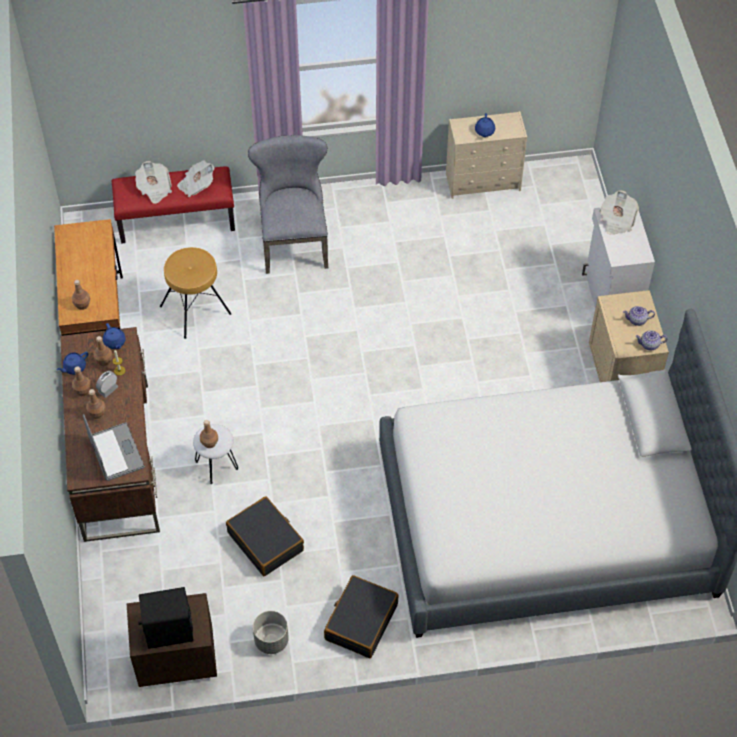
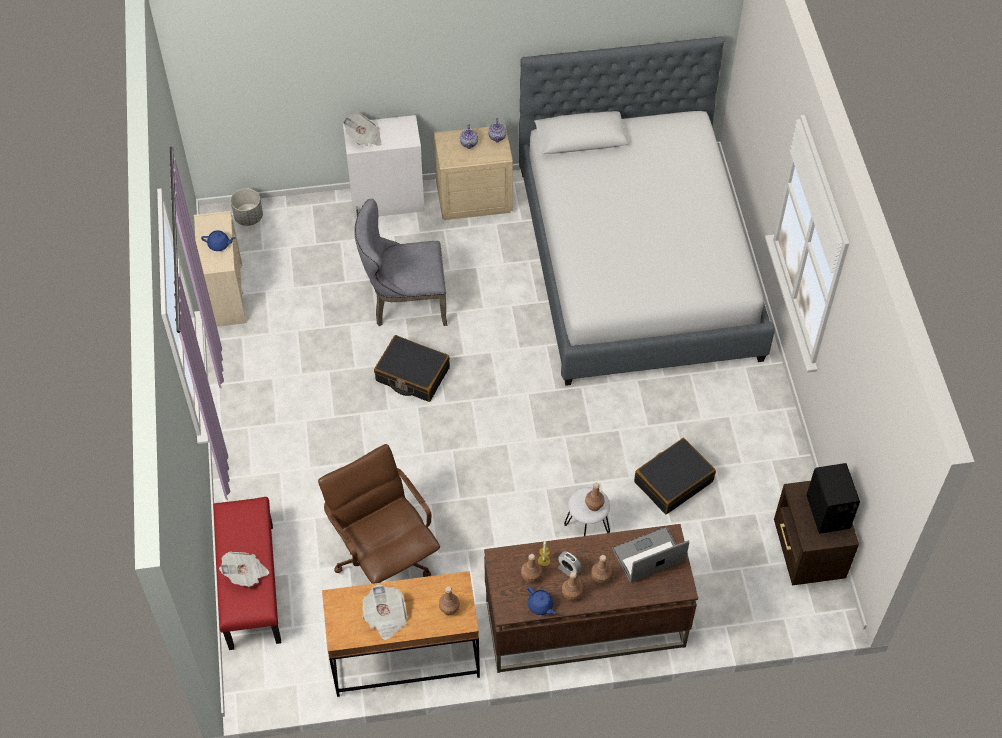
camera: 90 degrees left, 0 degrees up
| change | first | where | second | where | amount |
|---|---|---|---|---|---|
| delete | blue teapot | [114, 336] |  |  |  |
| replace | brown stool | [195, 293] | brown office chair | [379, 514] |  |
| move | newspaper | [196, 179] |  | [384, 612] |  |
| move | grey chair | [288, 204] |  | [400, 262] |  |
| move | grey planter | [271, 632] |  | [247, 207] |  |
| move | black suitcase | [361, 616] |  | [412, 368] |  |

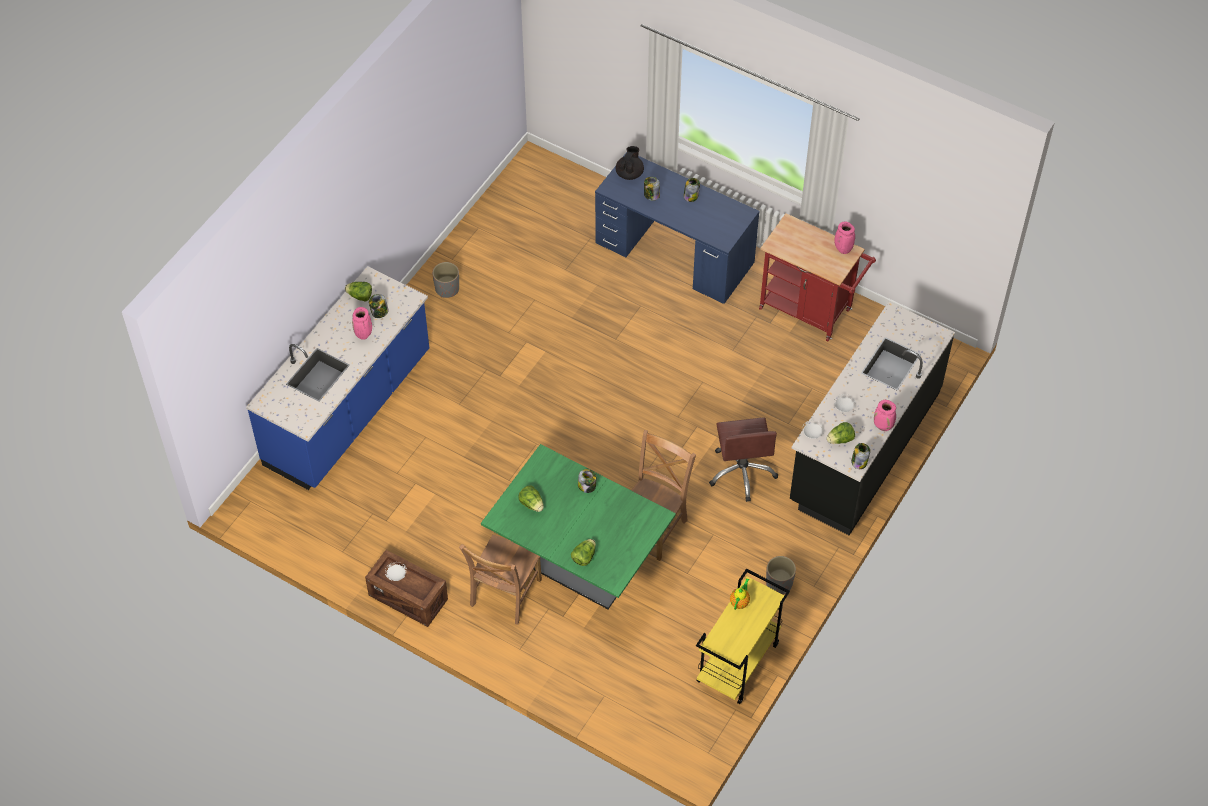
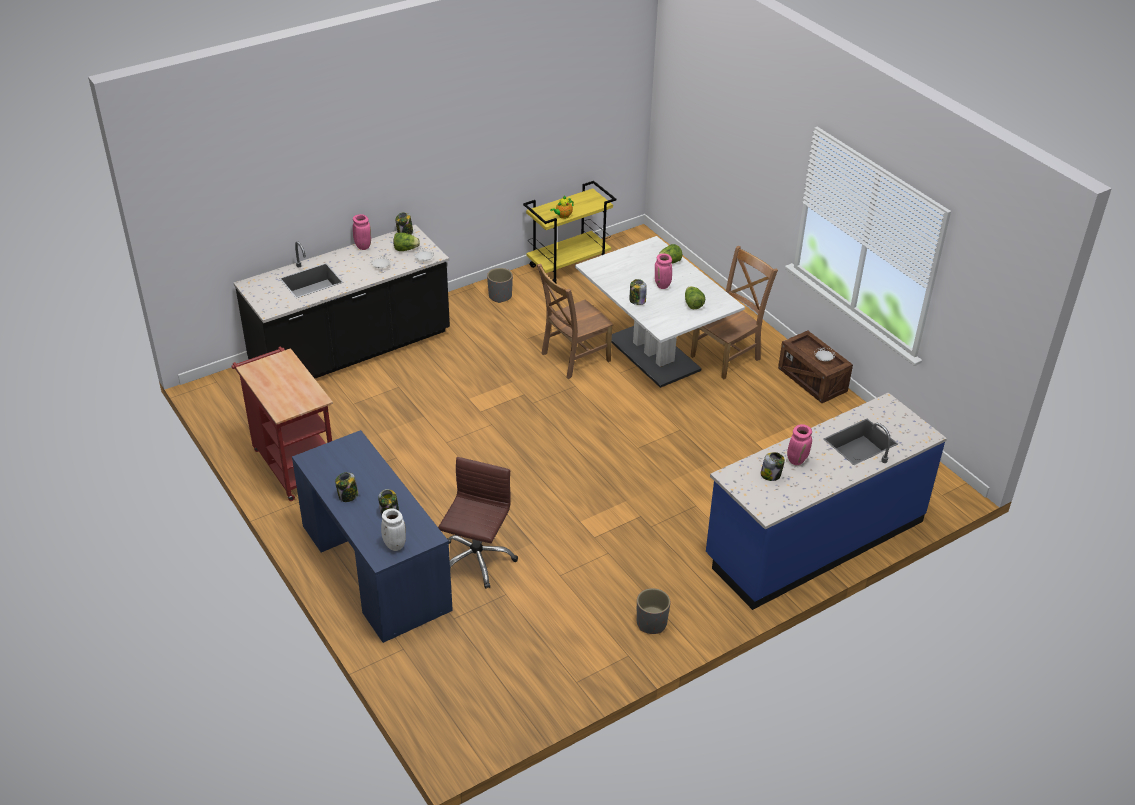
camera: 155 degrees left, 15 degrees down
| change | first | where | second | where | amount |
|---|---|---|---|---|---|
| delete | lettuce | [358, 292] |  |  |  |
| recolor | green dining table | [578, 526] | white dining table | [660, 312] |  |
| replace | black teapot | [630, 163] | white vase | [393, 529] |  |
| move | brown office chair | [743, 459] |  | [478, 523] |  |
| move | pink vase | [844, 238] |  | [663, 271] |  |

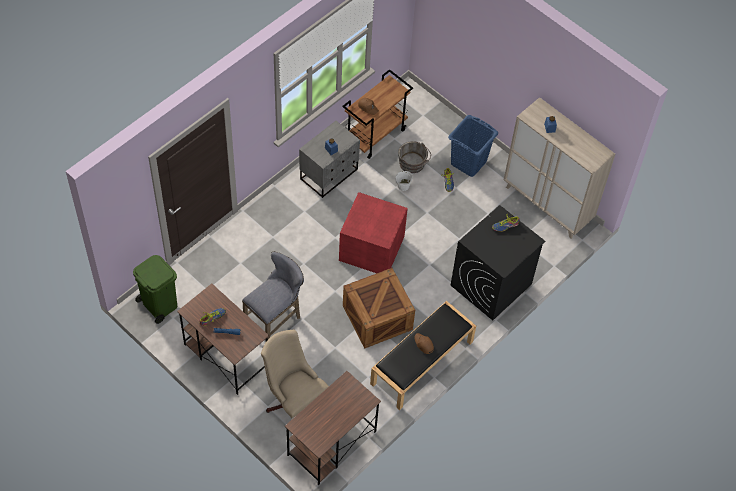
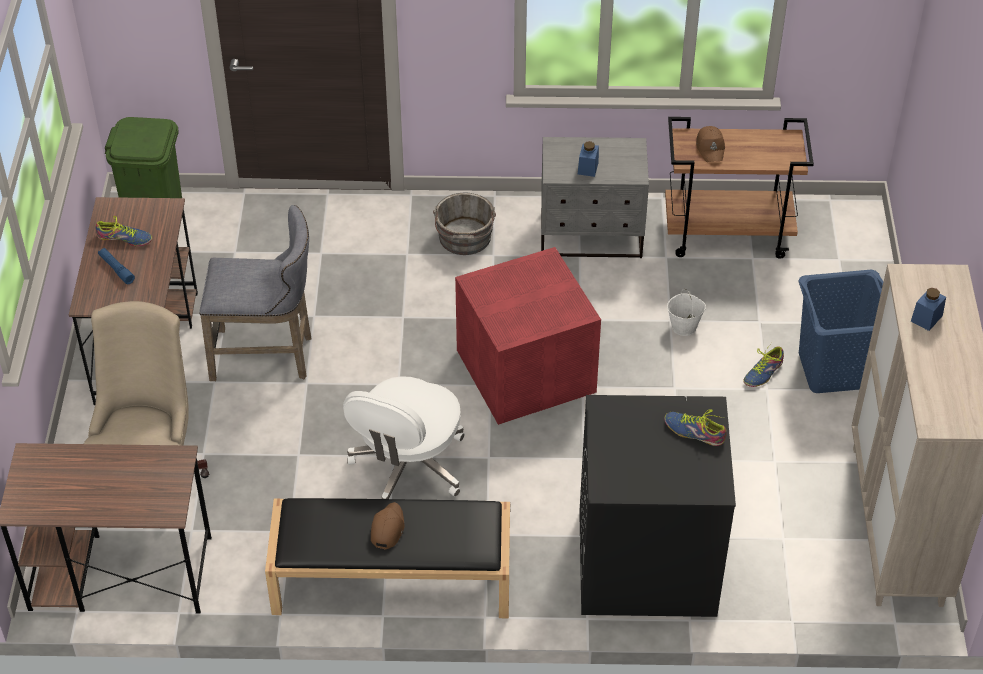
camera: 50 degrees right, 10 degrees down
| change | first | where | second | where | amount |
|---|---|---|---|---|---|
| replace | crate | [379, 308] | white office chair | [404, 437] |  |
| move | grey bucket | [414, 157] |  | [464, 224] |  |

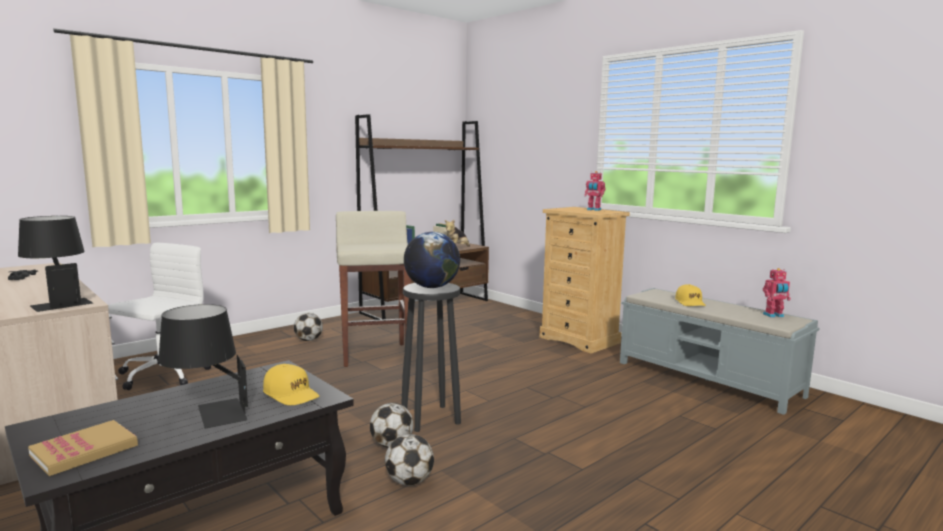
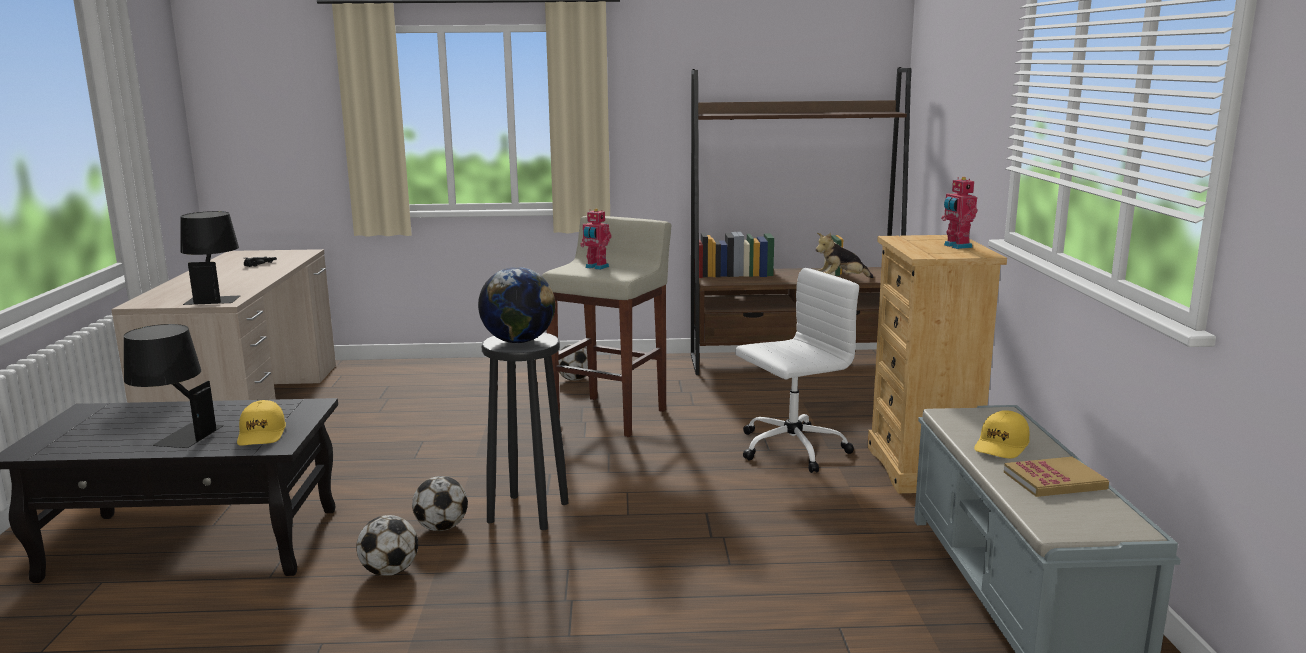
camera: 40 degrees right, 5 degrees up
| change | first | where | second | where | amount |
|---|---|---|---|---|---|
| move | book | [83, 448] |  | [1056, 477] |  |
| move | white office chair | [159, 316] |  | [797, 370] |  |
| move | toy robot | [777, 293] |  | [595, 239] |  |

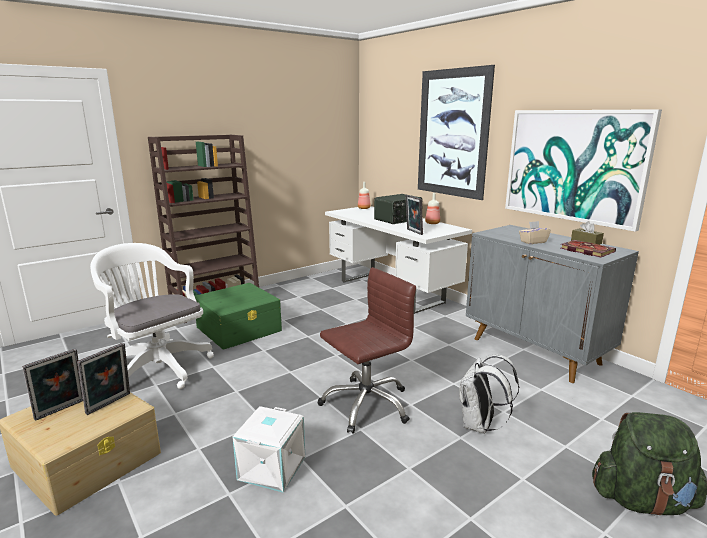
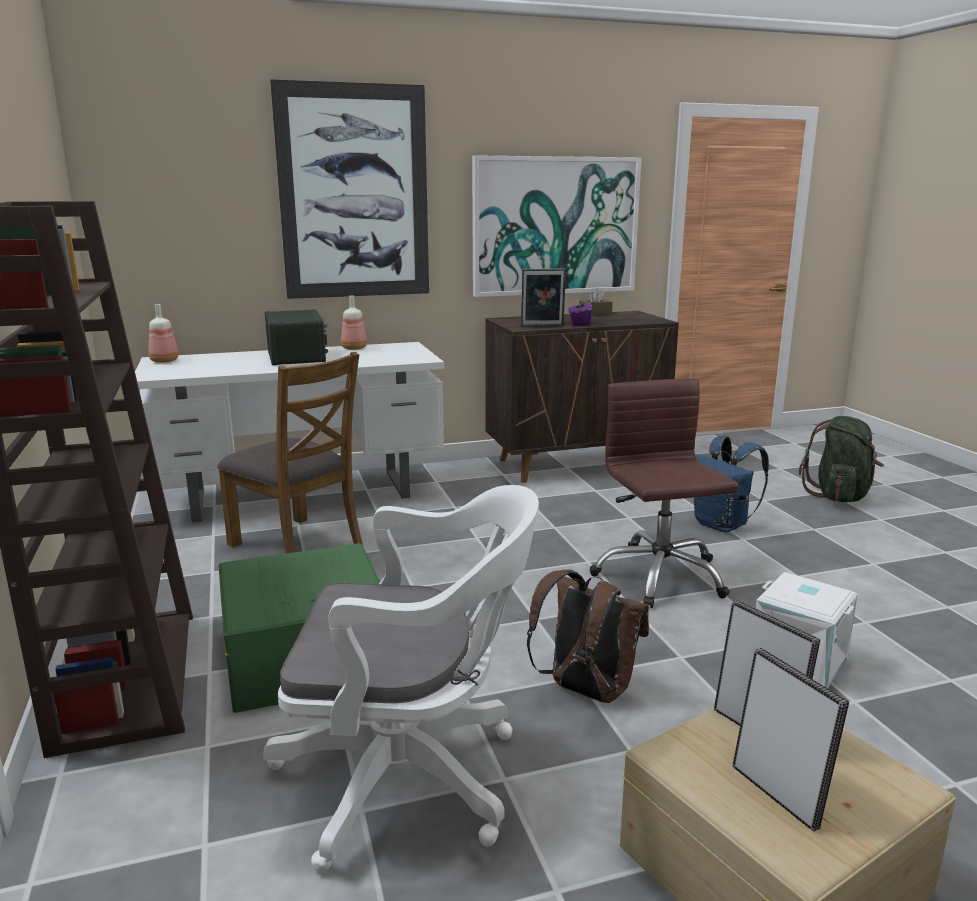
camera: 70 degrees left, 0 degrees up
| change | first | where | second | where | amount |
|---|---|---|---|---|---|
| rotate | white office chair | [152, 316] |  | [401, 678] | 150 degrees counterclockwise |
| move | picture frame | [414, 215] |  | [543, 297] |  |
| recolor | white backpack | [489, 394] | blue backpack | [731, 484] |  |
| recolor | grey cabinet | [552, 304] | brown cabinet | [582, 397] |  |
| recolor | beige tissue box | [535, 232] | purple tissue box | [580, 311] |  |
| delete | book | [588, 248] |  |  |  |
| insert |  |  | brown chair | [290, 452] |  |
| insert |  |  | brown backpack | [588, 636] |  |

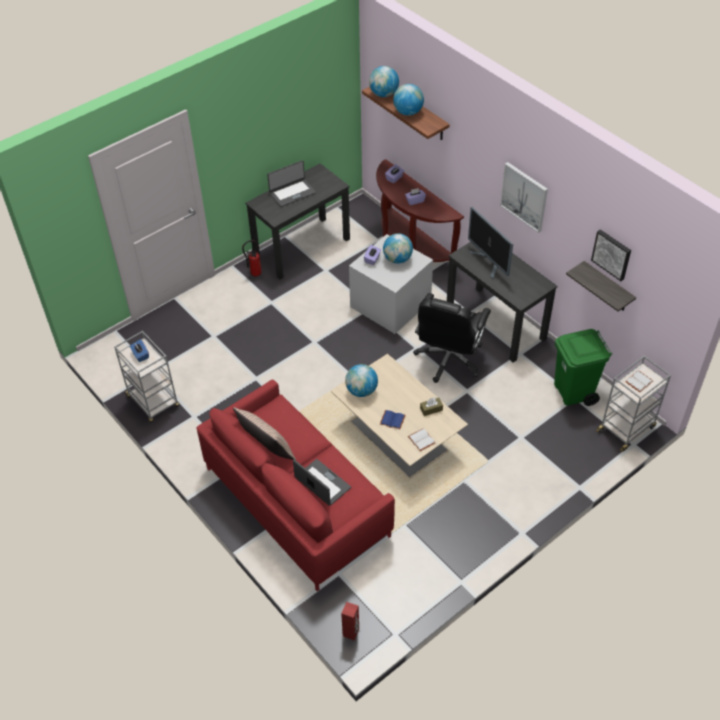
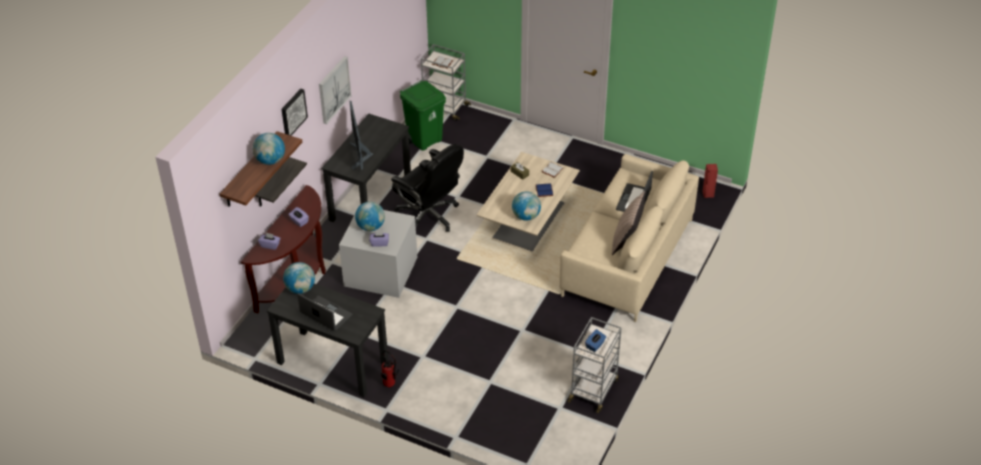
camera: 115 degrees left, 5 degrees down
| change | first | where | second | where | amount |
|---|---|---|---|---|---|
| recolor | red sofa | [295, 485] | beige sofa | [629, 238] |  |
| move | globe | [384, 81] |  | [299, 278] |  |
| rotate | black office chair | [452, 338] |  | [427, 188] | 45 degrees clockwise |
| rotate | monitor | [490, 243] |  | [361, 135] | 135 degrees clockwise |
| move | shelf | [601, 286] |  | [281, 181] |  |
| move | picture | [611, 255] |  | [294, 112] |  |

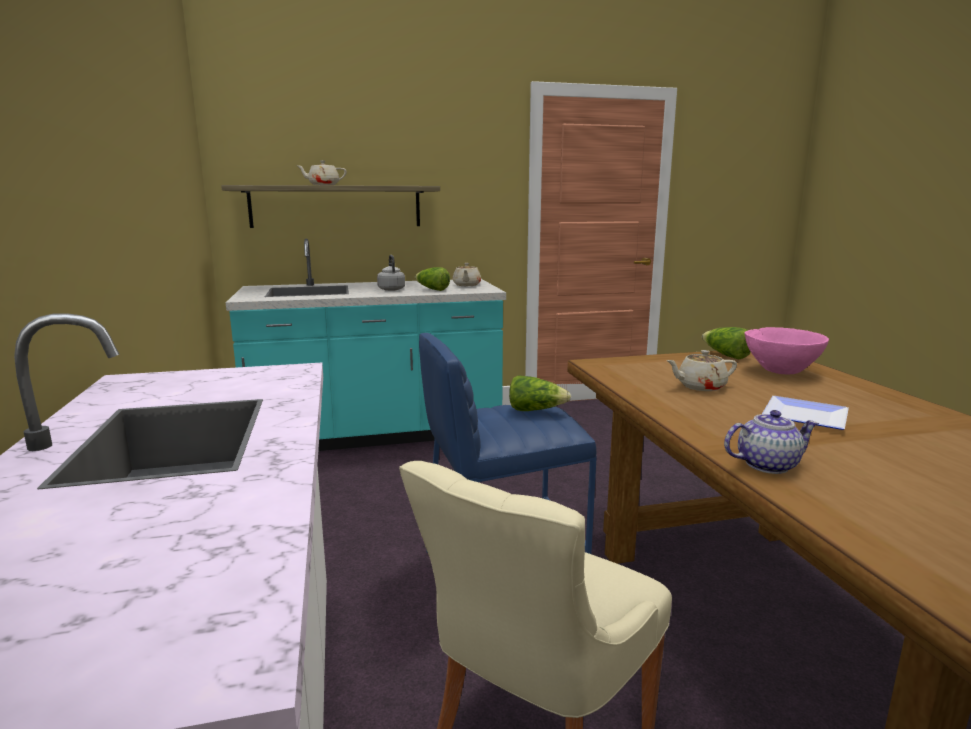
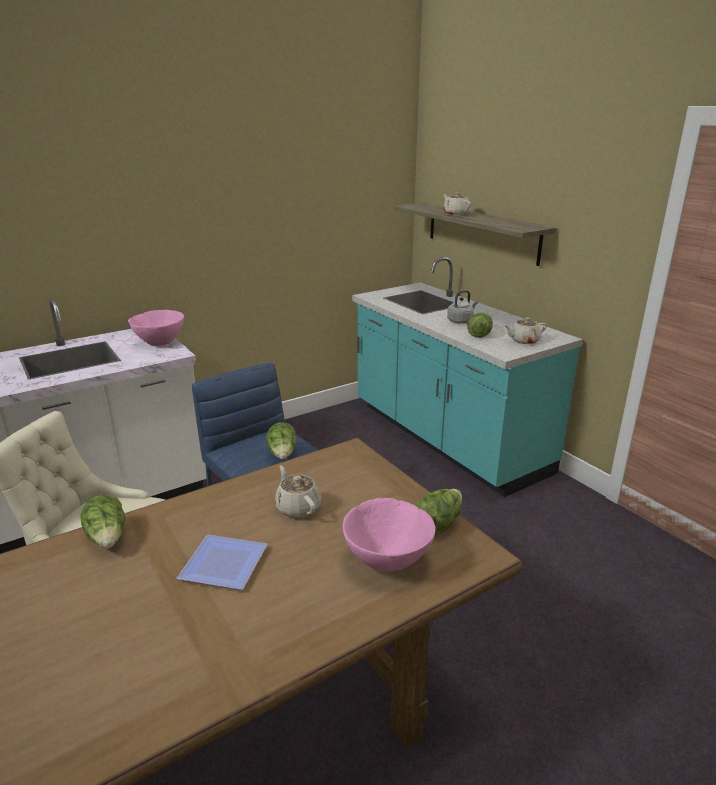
camera: 70 degrees right, 10 degrees up
| change | first | where | second | where | amount |
|---|---|---|---|---|---|
| replace | teapot | [771, 442] | lettuce | [102, 521] |  |
| insert |  |  | pink bowl | [156, 328] |  |

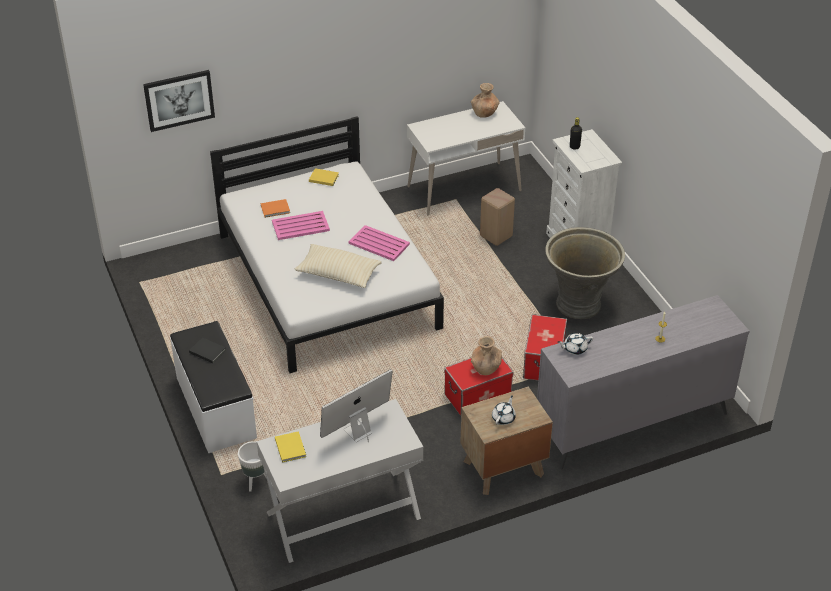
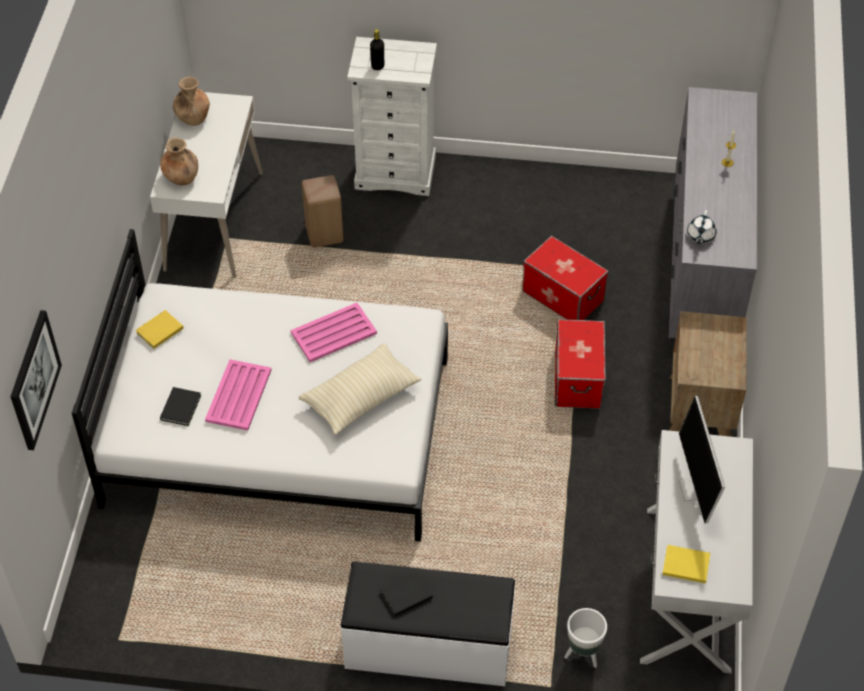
camera: 60 degrees left, 10 degrees up
| change | first | where | second | where | amount |
|---|---|---|---|---|---|
| recolor | orange book | [275, 208] | black book | [180, 406] |  |
| move | brown vase | [486, 355] |  | [179, 161] |  |
| delete | white teapot | [504, 410] |  |  |  |
| delete | grey planter | [585, 273] |  |  |  |

